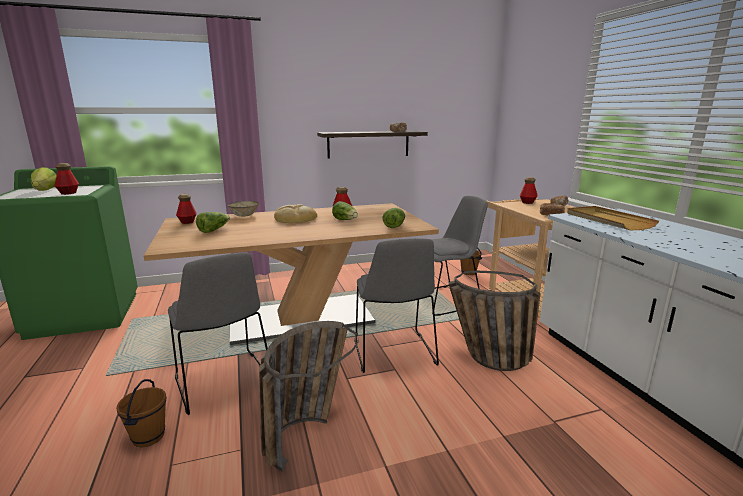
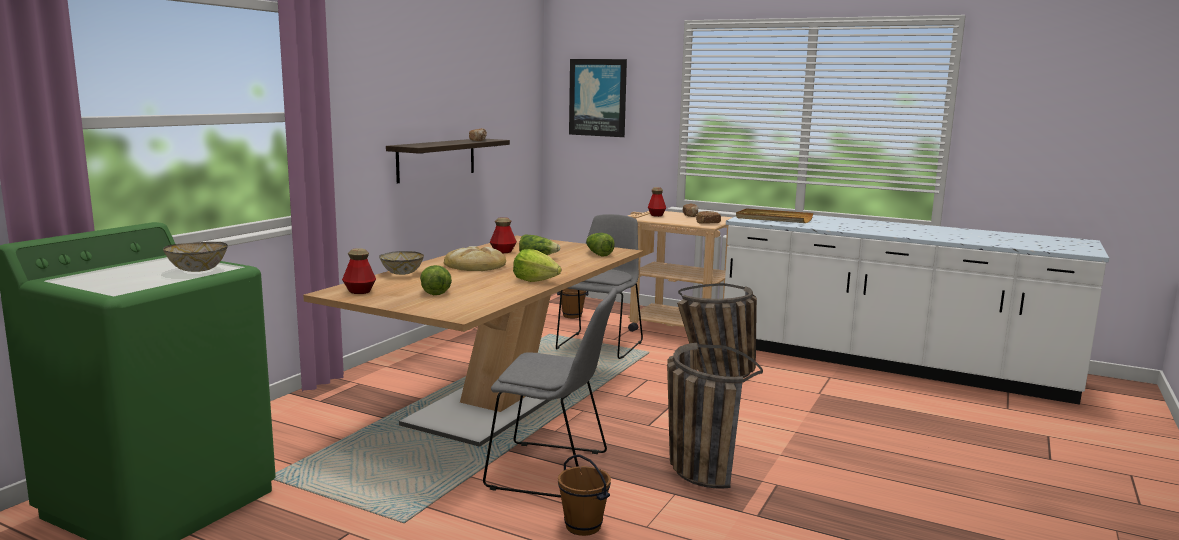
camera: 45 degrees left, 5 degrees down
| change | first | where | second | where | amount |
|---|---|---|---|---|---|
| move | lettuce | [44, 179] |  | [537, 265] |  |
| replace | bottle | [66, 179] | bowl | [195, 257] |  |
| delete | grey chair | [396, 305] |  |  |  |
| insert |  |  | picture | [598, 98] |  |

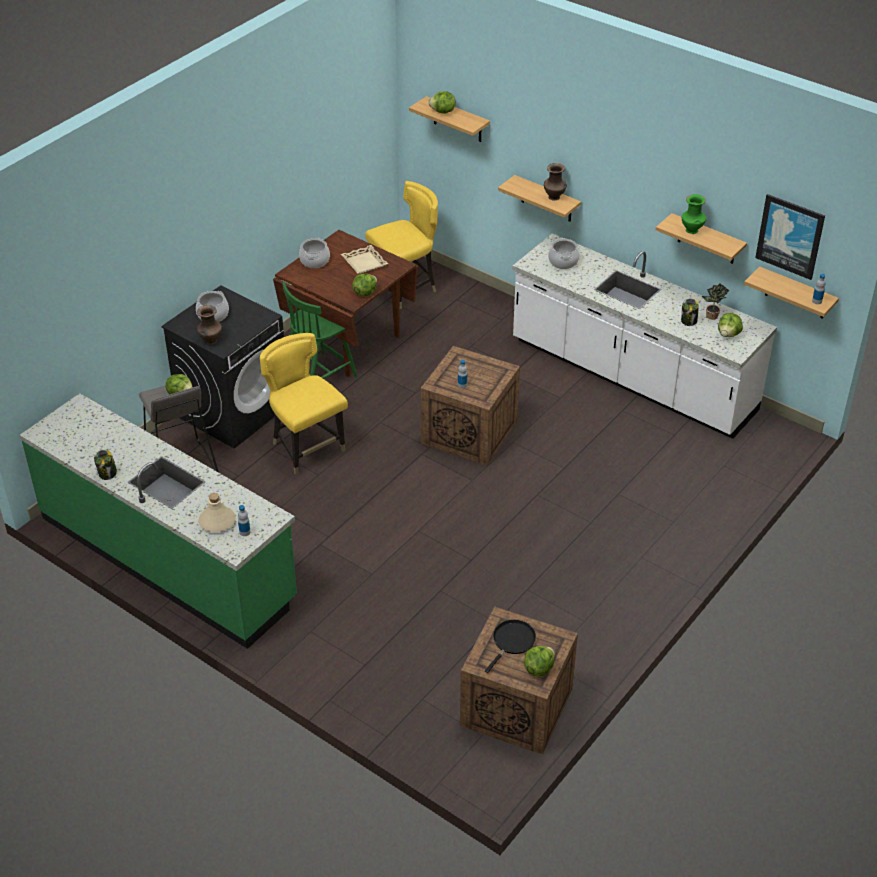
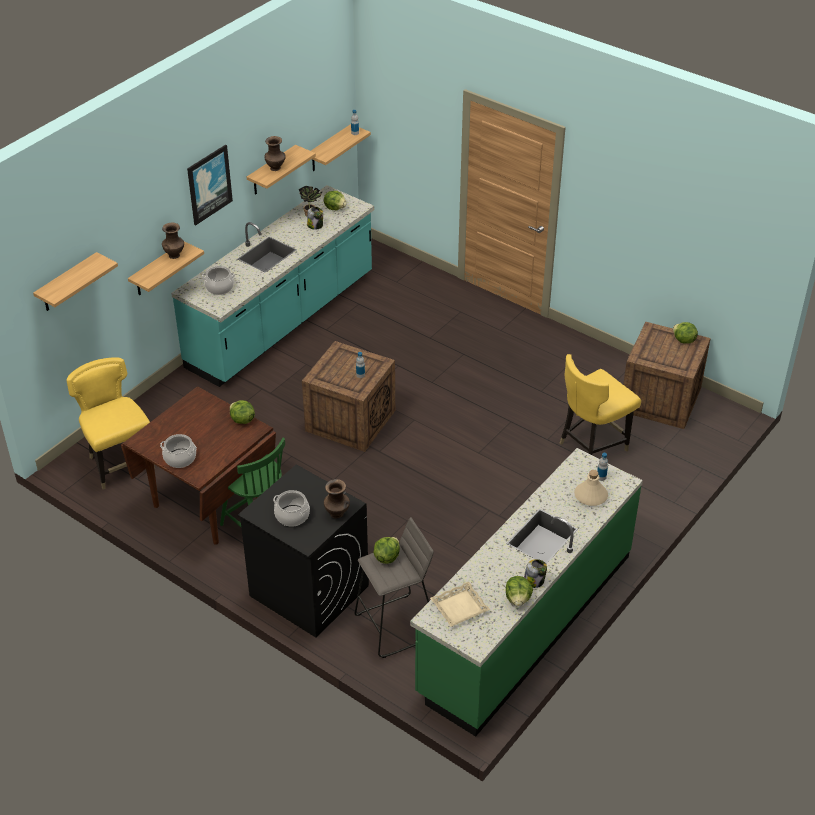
camera: 90 degrees left, 0 degrees up
| change | first | where | second | where | amount |
|---|---|---|---|---|---|
| move | yellow chair | [304, 404] |  | [600, 404] |  |
| move | beige tray | [364, 259] |  | [460, 604] |  |
| move | lettuce | [442, 102] |  | [519, 591] |  |
| delete | black frying pan | [510, 646] |  |  |  |
| recolor | white counter | [645, 336] | turquoise counter | [272, 286] |  |
| recolor | green vase | [694, 214] | brown vase | [275, 153] |  |
| move | picture | [790, 237] |  | [210, 185] |  |

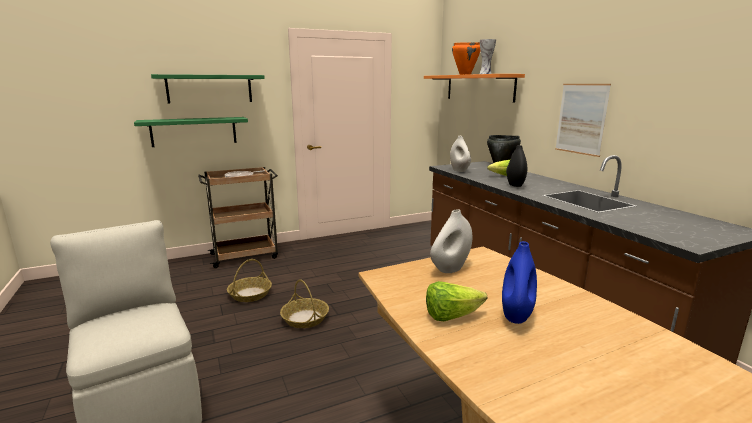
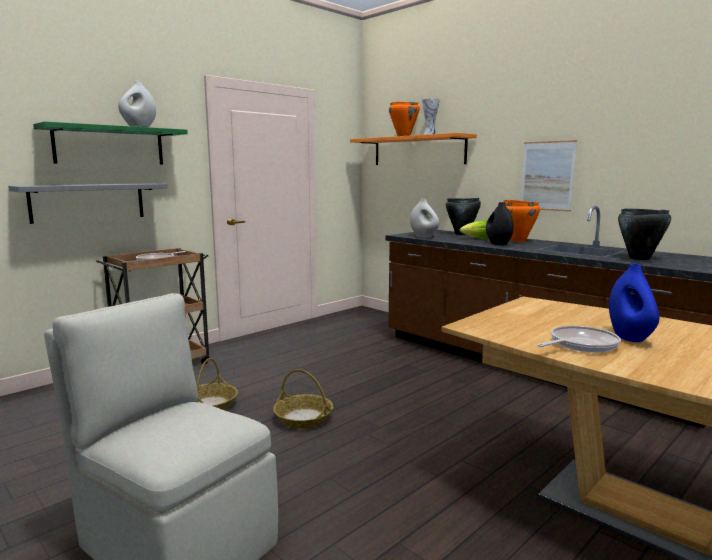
camera: 20 degrees left, 5 degrees down
| change | first | where | second | where | amount |
|---|---|---|---|---|---|
| recolor | green shelf | [191, 132] | grey shelf | [88, 203] |  |
| replace | lettuce | [456, 301] | frying pan | [579, 339] |  |
| move | white vase | [451, 241] |  | [137, 104] |  |
| insert |  |  | orange cooking pot | [521, 221] |  |
| insert |  |  | black cooking pot | [644, 234] |  |

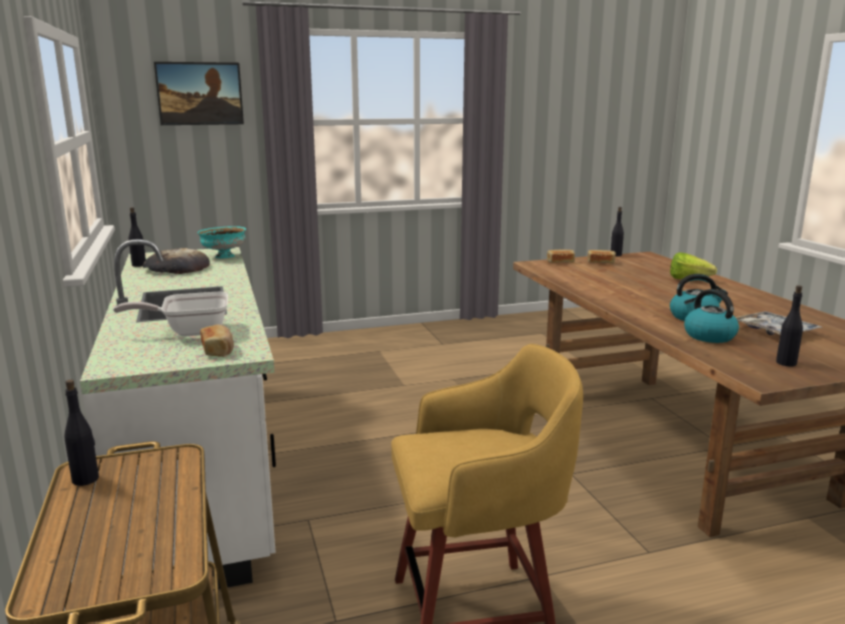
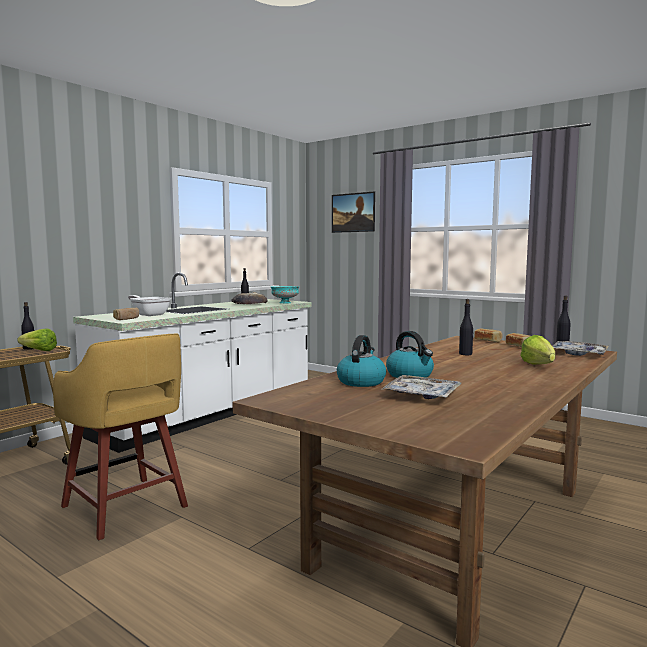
camera: 55 degrees right, 10 degrees down
| change | first | where | second | where | amount |
|---|---|---|---|---|---|
| move | black bottle | [789, 325] |  | [466, 327] |  |
| insert |  |  | lettuce | [37, 340] |  |
| insert |  |  | tray | [580, 348] |  |

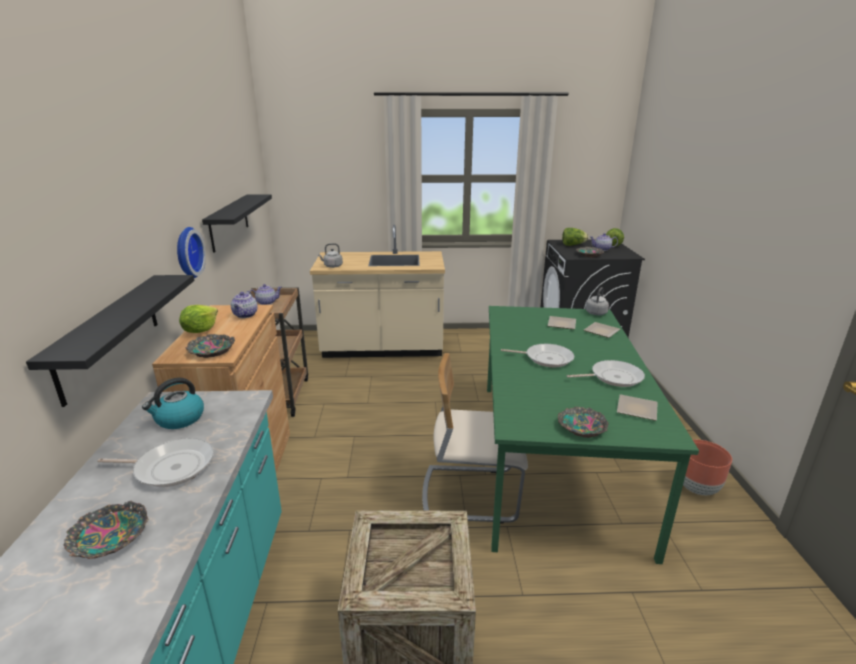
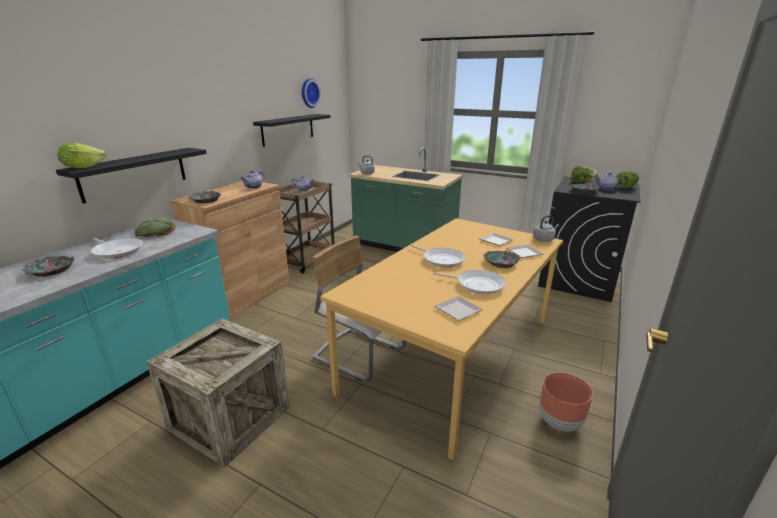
camera: 30 degrees right, 0 degrees up
| change | first | where | second | where | amount |
|---|---|---|---|---|---|
| replace | kettle | [173, 403] | bread | [155, 227] |  |
| move | wall clock | [191, 252] |  | [311, 93] |  |
| move | lettuce | [198, 319] |  | [81, 155] |  |
| recolor | beige counter | [377, 291] | green counter | [405, 199] |  |
| recolor | green dining table | [593, 435] | orange dining table | [441, 339] |  |
| move | bowl | [583, 422] |  | [502, 259] |  |

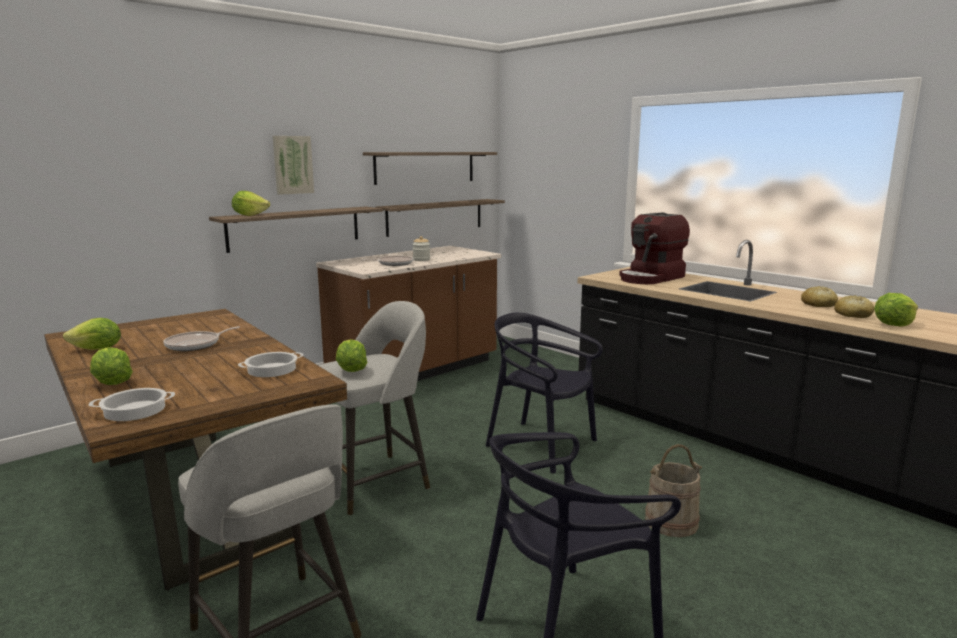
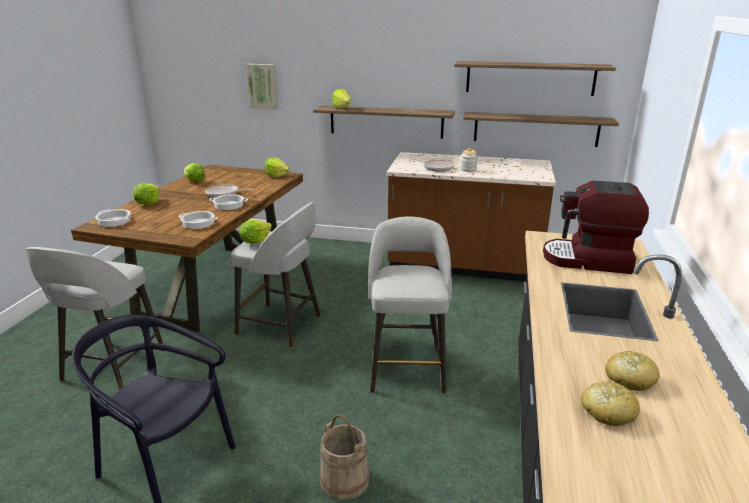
camera: 55 degrees right, 10 degrees up
| change | first | where | second | where | amount |
|---|---|---|---|---|---|
| move | picture | [293, 165] |  | [261, 87] |  |
| replace | black chair | [544, 393] | grey stool | [410, 304] |  |
| move | lettuce | [896, 310] |  | [277, 167] |  |
| insert |  |  | cooking pot | [228, 202] |  |

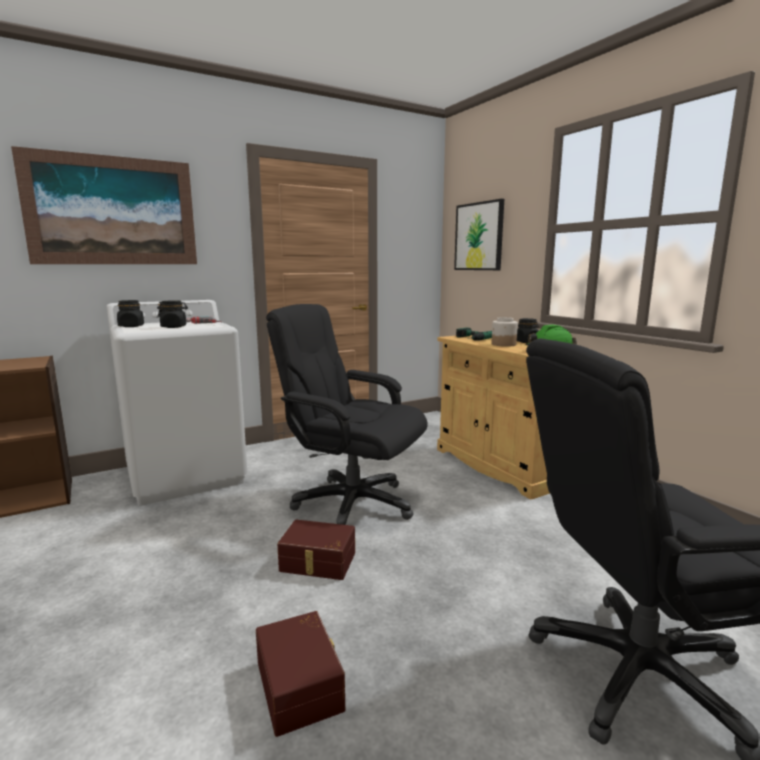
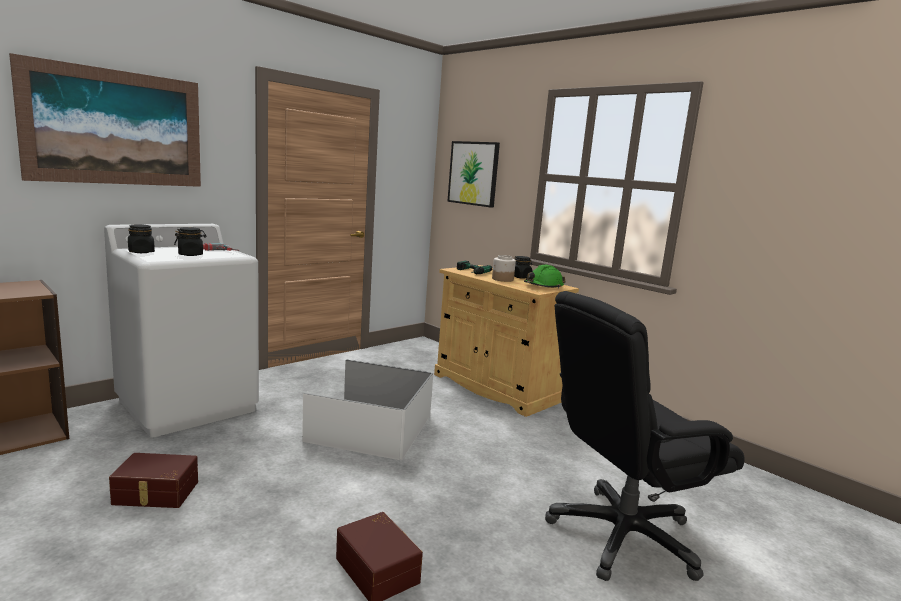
camera: 15 degrees left, 0 degrees up
| change | first | where | second | where | amount |
|---|---|---|---|---|---|
| replace | black office chair | [346, 414] | white storage box | [367, 409] |  |
| move | brown storage box | [316, 550] |  | [153, 480] |  |

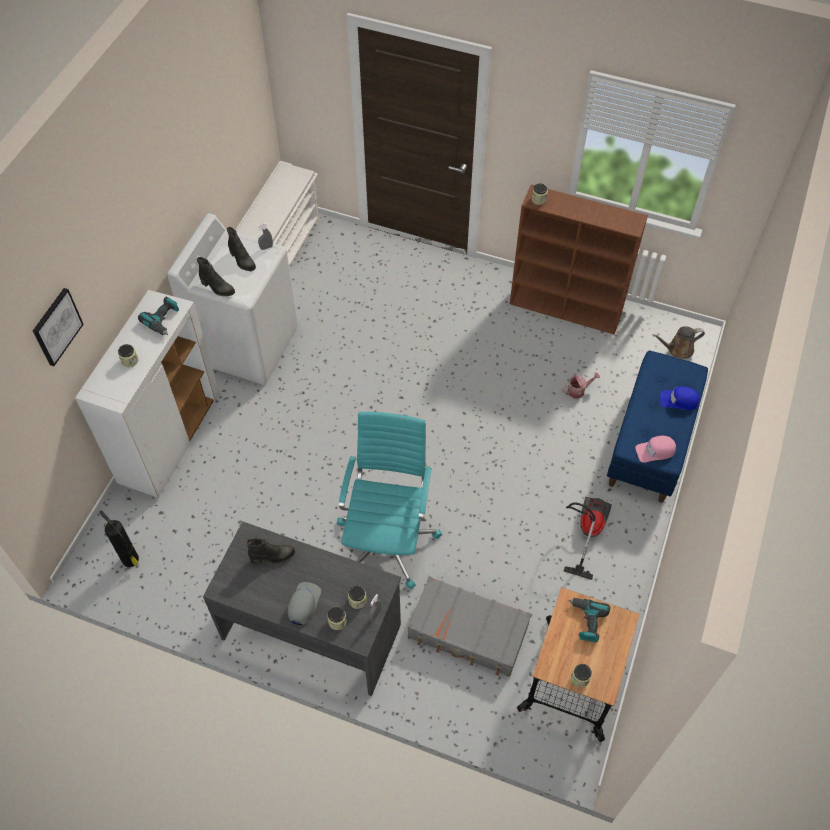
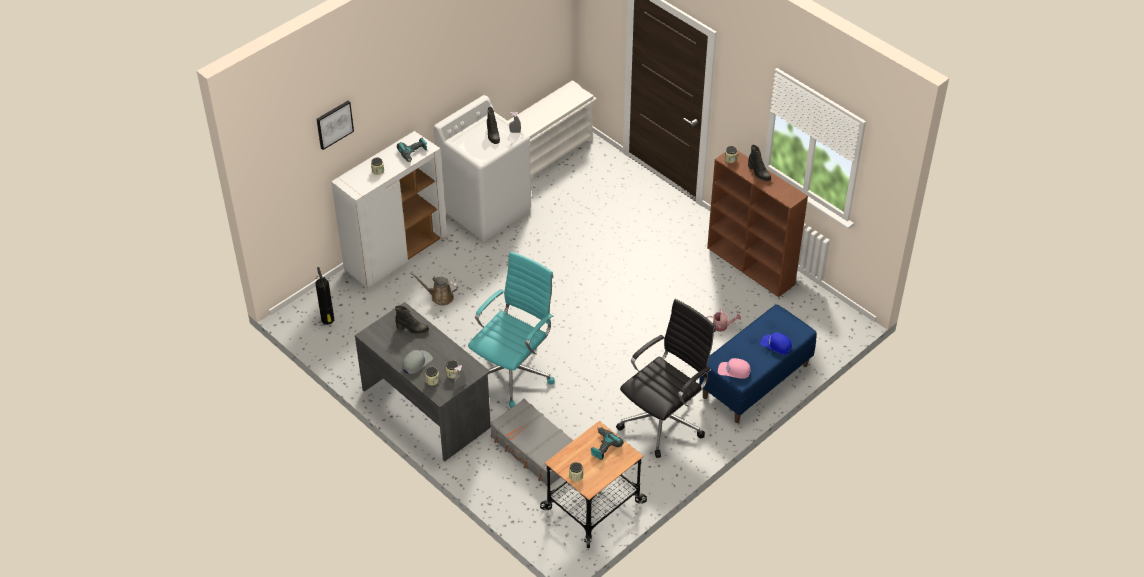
camera: 25 degrees right, 10 degrees down
| change | first | where | second | where | amount |
|---|---|---|---|---|---|
| move | black boot | [216, 276] |  | [759, 163] |  |
| replace | vacuum cleaner | [588, 538] | black office chair | [666, 378] |  |
| move | brown watering can | [679, 342] |  | [434, 289] |  |

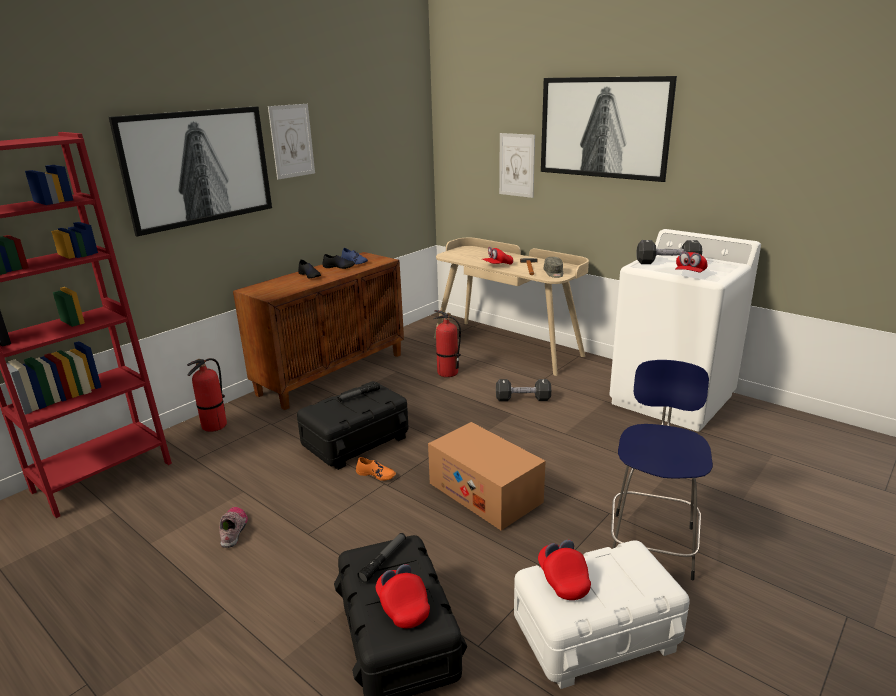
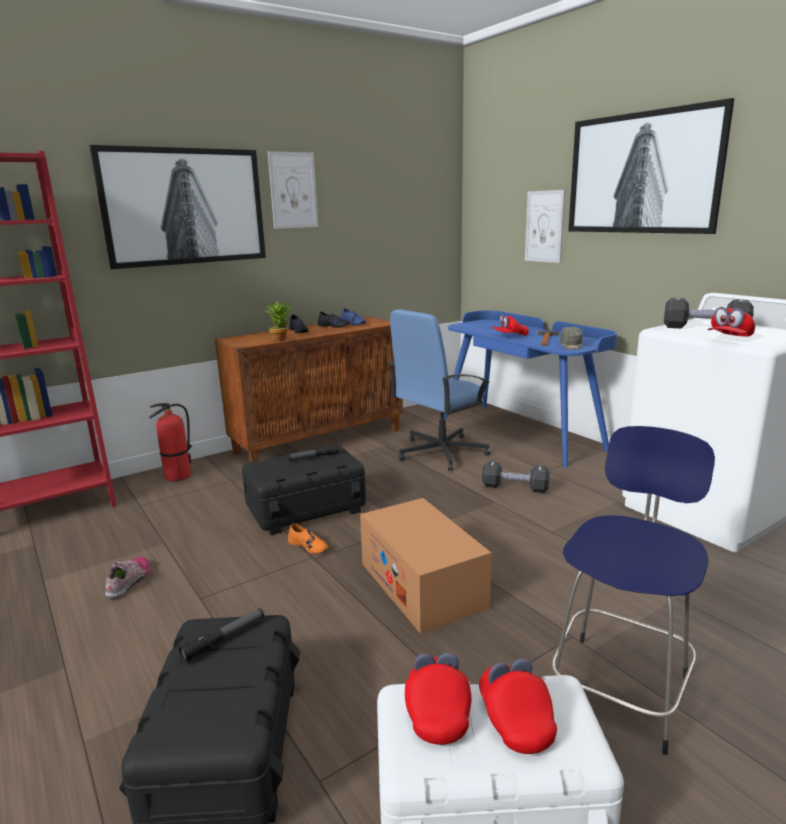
camera: 15 degrees right, 5 degrees down
| change | first | where | second | where | amount |
|---|---|---|---|---|---|
| move | red cap | [403, 596] |  | [518, 706] |  |
| replace | fire extinguisher | [447, 343] | blue office chair | [439, 390] |  |
| recolor | beige desk | [511, 307] | blue desk | [530, 389] |  |
| insert |  |  | potted plant | [277, 320] |  |

